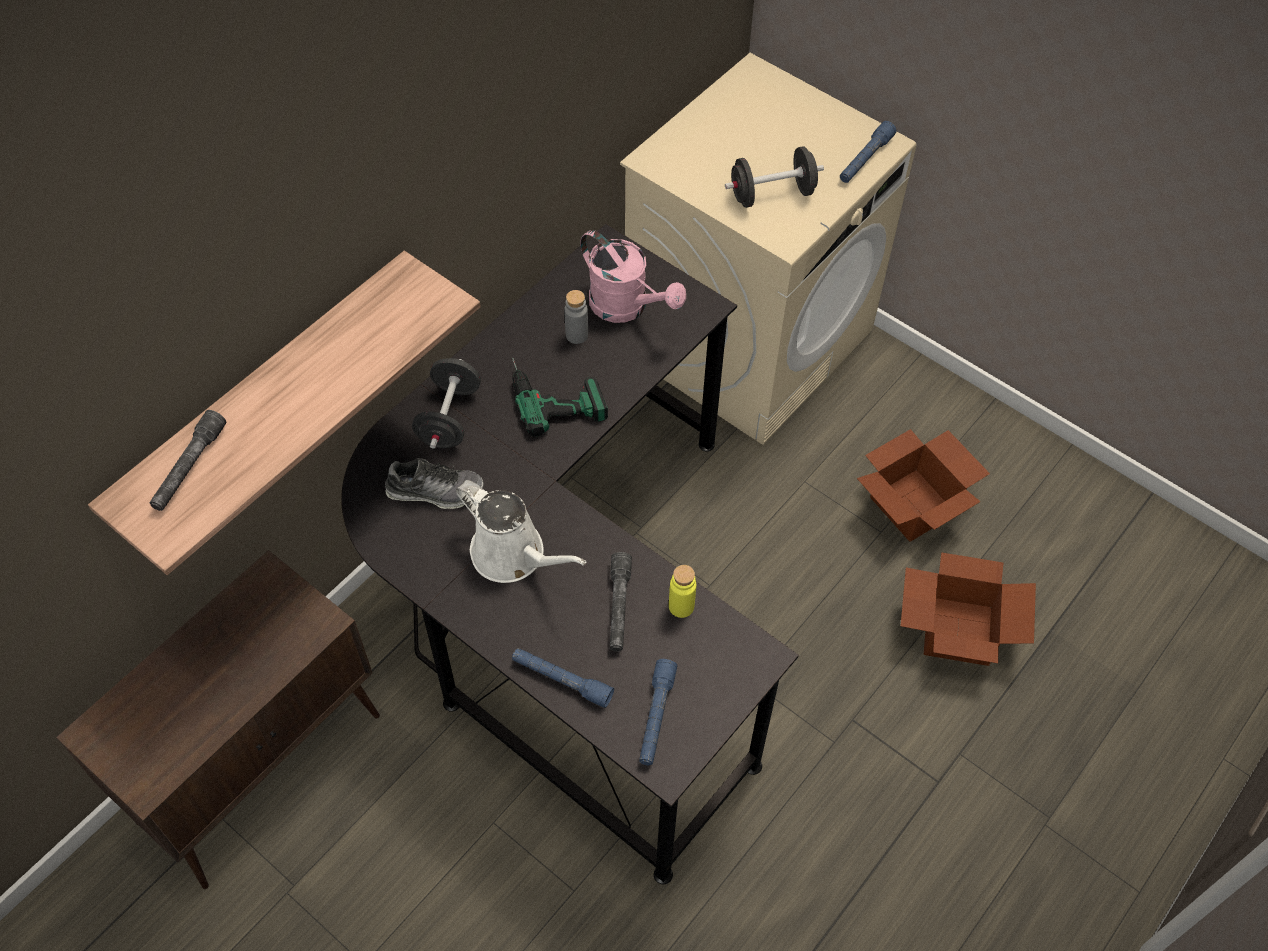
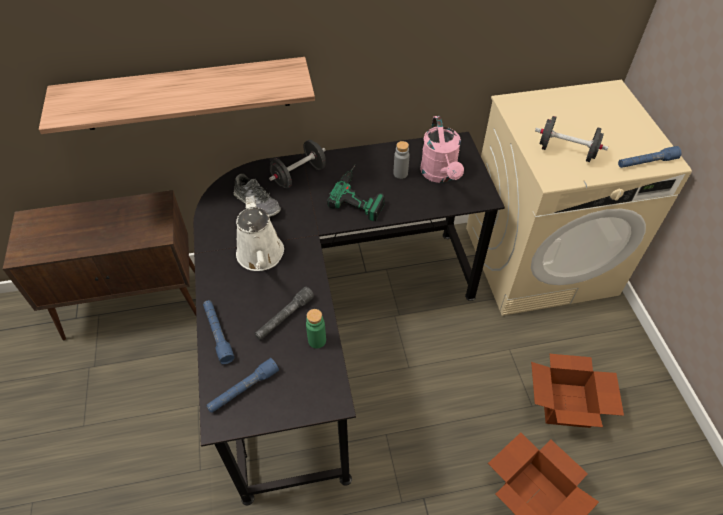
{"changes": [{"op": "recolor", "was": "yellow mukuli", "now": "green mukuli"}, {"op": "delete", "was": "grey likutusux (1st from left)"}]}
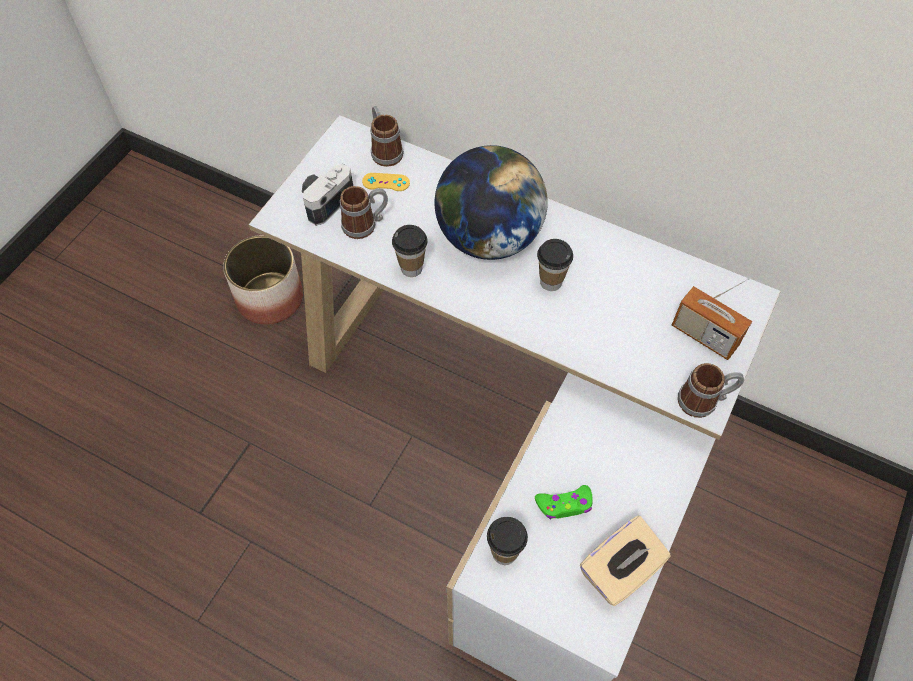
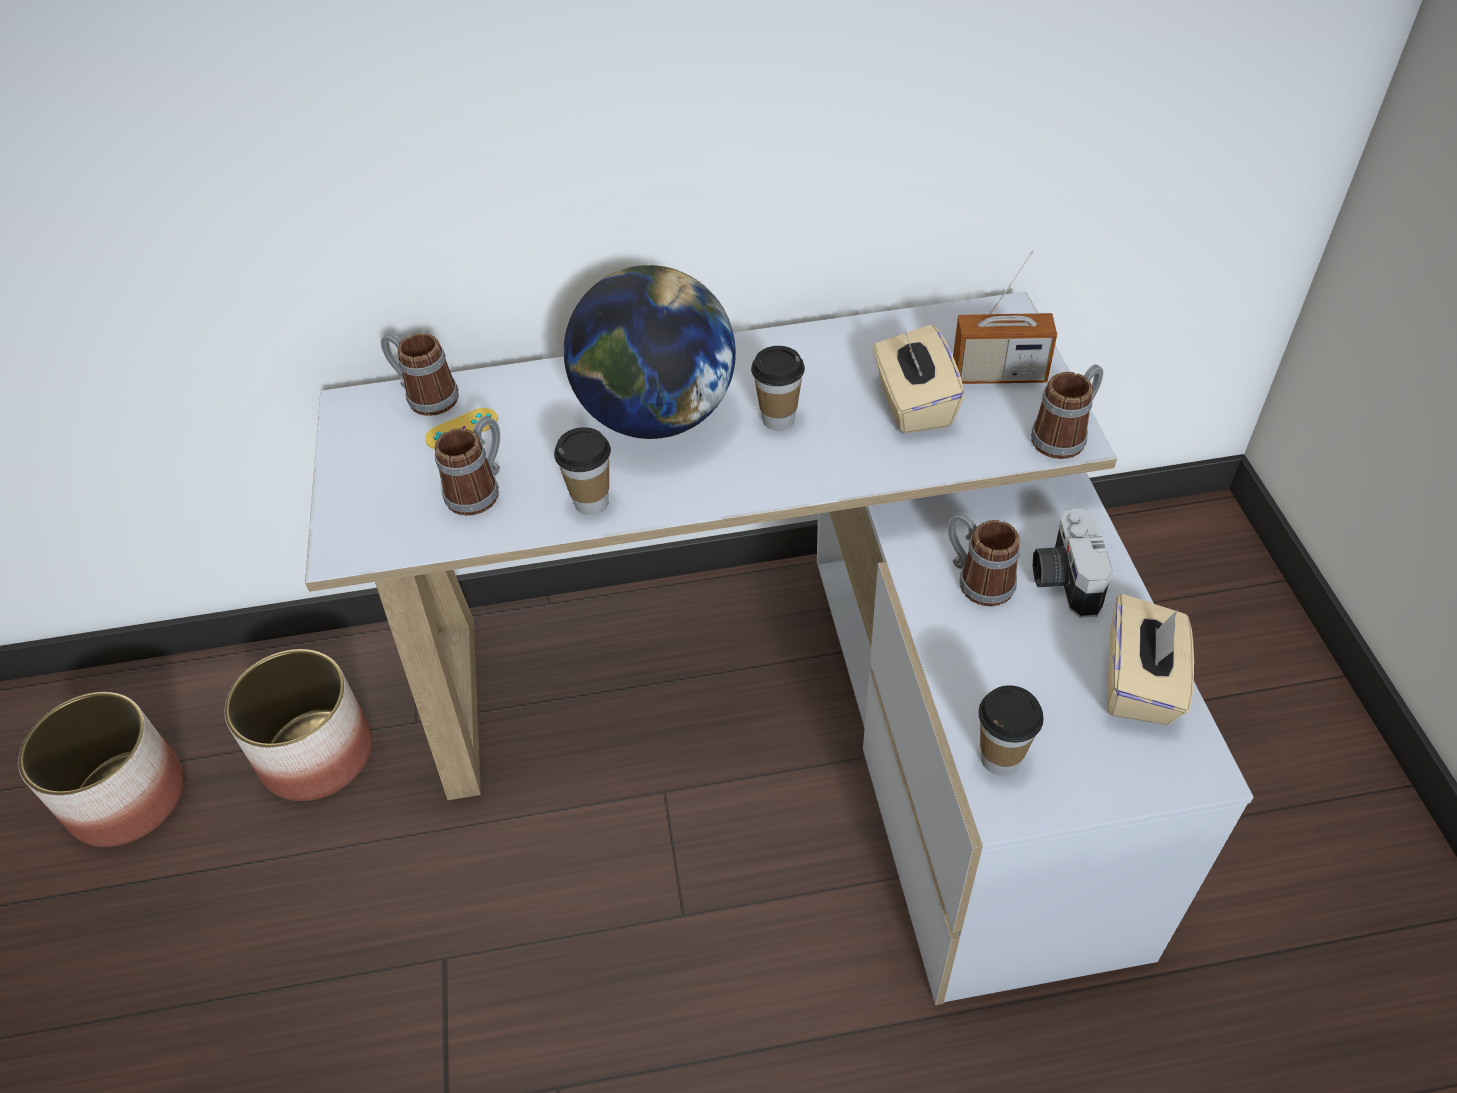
{"changes": [{"op": "insert", "now": "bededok (1st from left)"}, {"op": "insert", "now": "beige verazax (1st from left)"}, {"op": "insert", "now": "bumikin (3rd from left)"}, {"op": "move", "was": "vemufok"}, {"op": "delete", "was": "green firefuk"}]}
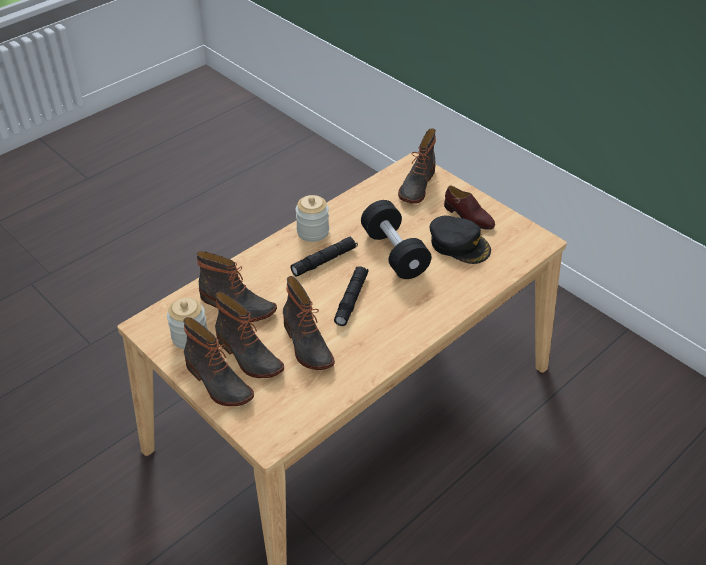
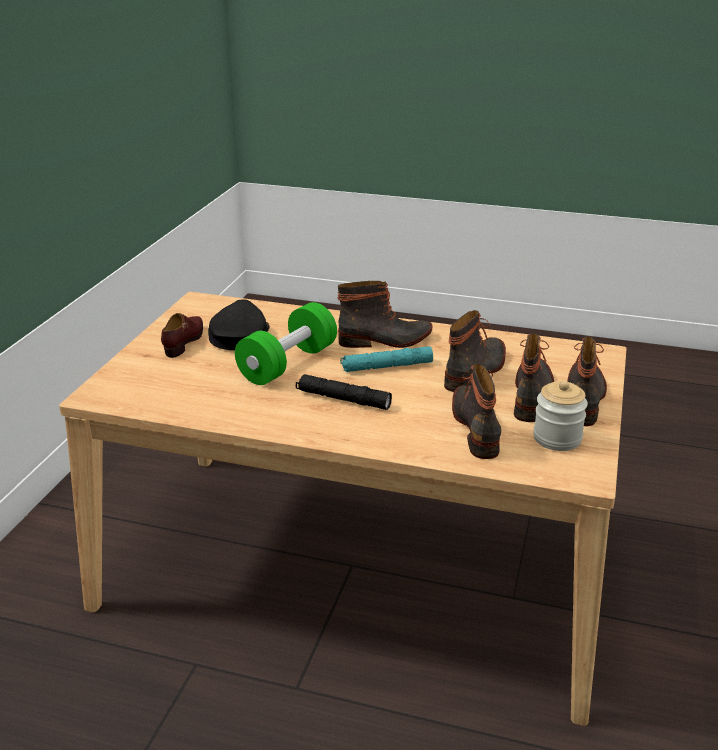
{"changes": [{"op": "recolor", "was": "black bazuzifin", "now": "green bazuzifin"}, {"op": "move", "was": "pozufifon (5th from left in the first image)", "now": "pozufifon (1st from left)"}, {"op": "recolor", "was": "black likutusux (2nd from left)", "now": "turquoise likutusux"}, {"op": "delete", "was": "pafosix (2nd from left)"}]}
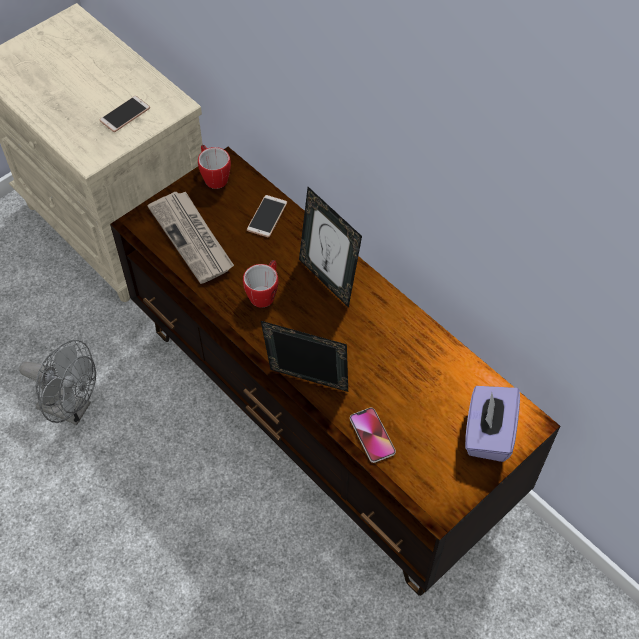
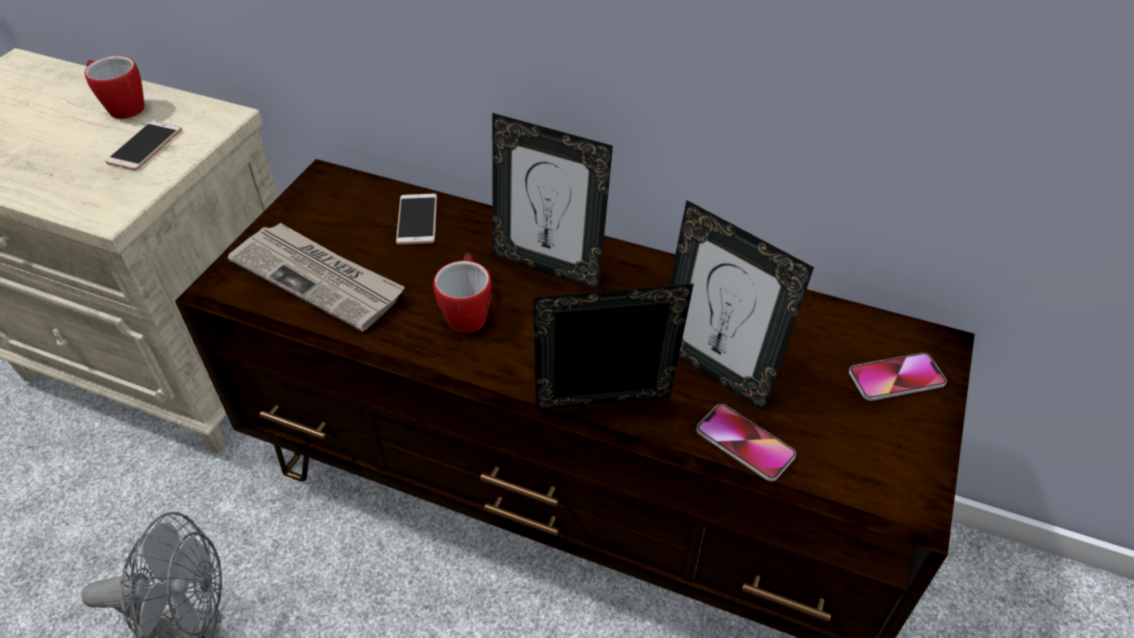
{"changes": [{"op": "move", "was": "bumikin (1st from left)"}, {"op": "insert", "now": "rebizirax (3rd from left)"}, {"op": "replace", "was": "purple verazax", "now": "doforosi (4th from left)"}]}
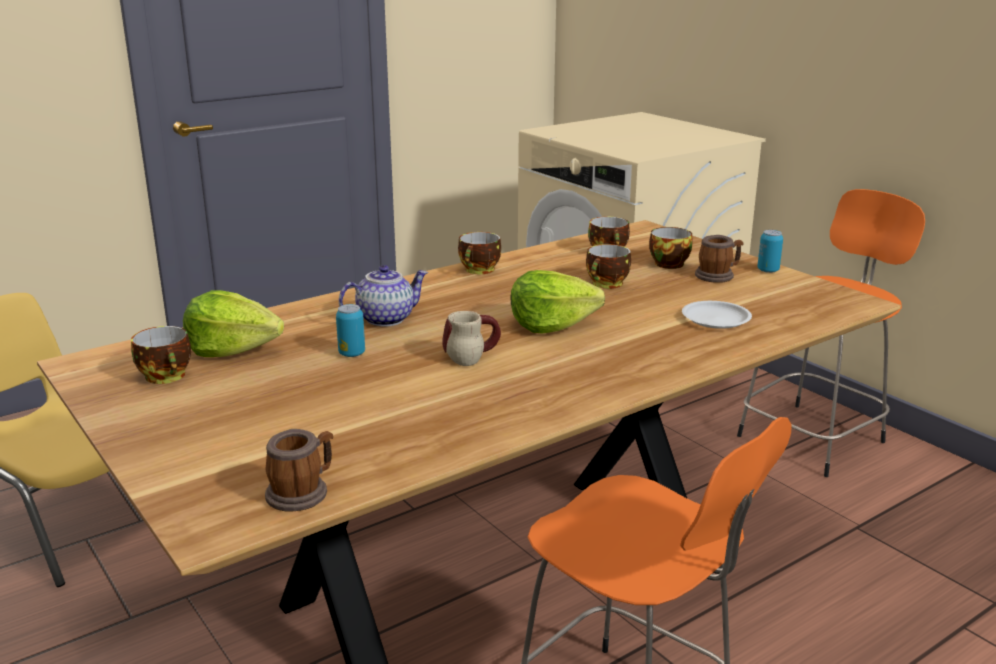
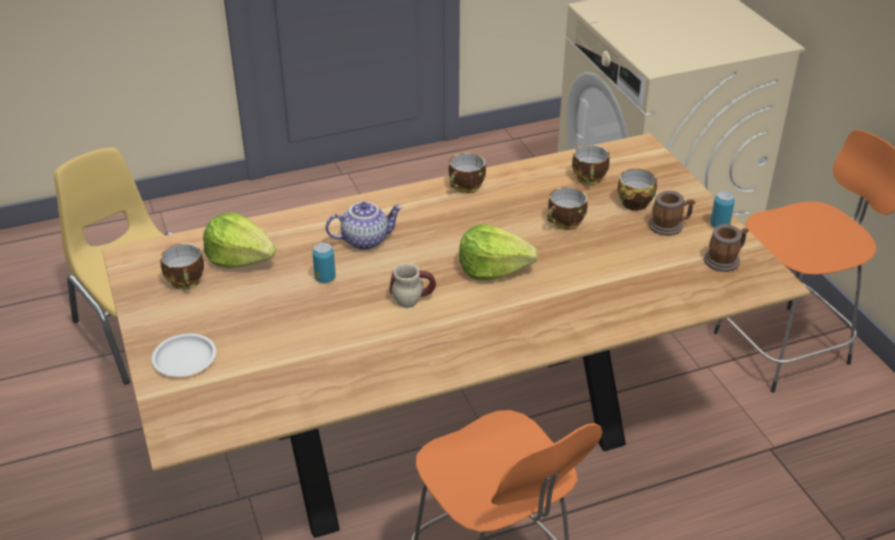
{"changes": [{"op": "move", "was": "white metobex"}, {"op": "move", "was": "bumikin (1st from left in the first image)", "now": "bumikin (3rd from left)"}]}
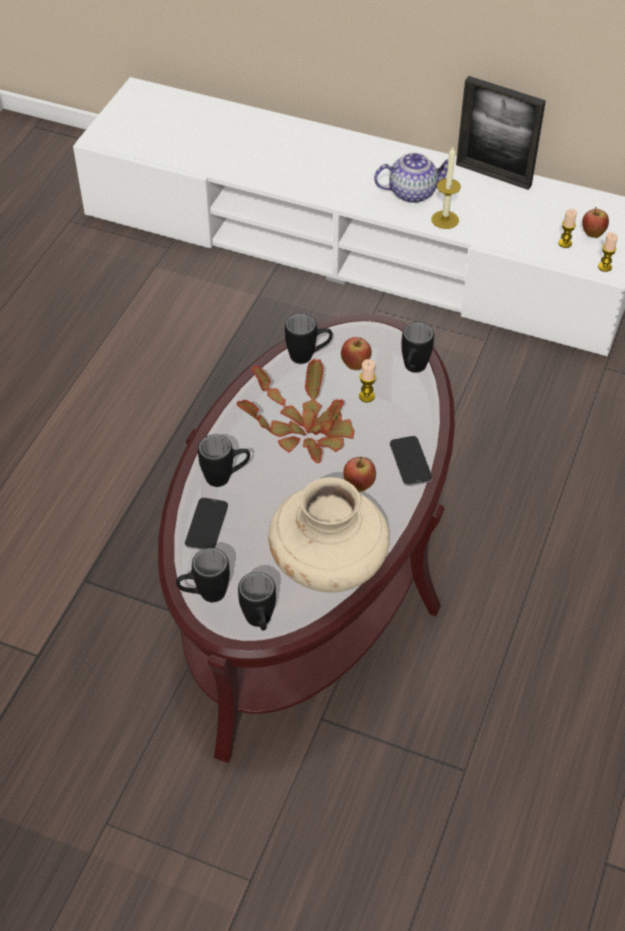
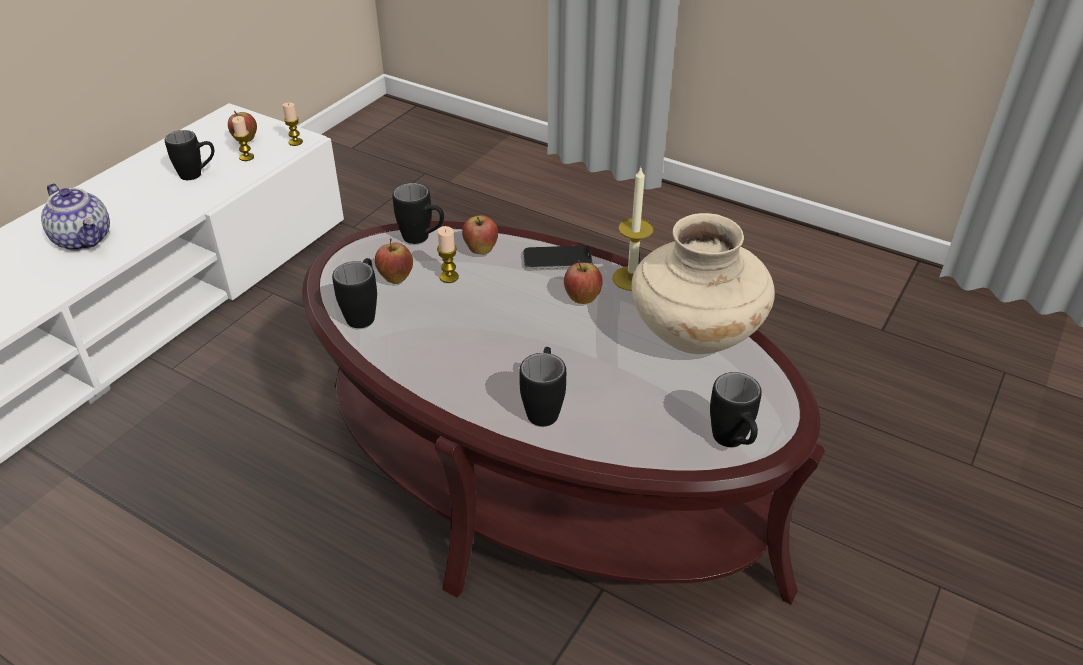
{"changes": [{"op": "rotate", "was": "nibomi", "clockwise": 135}, {"op": "move", "was": "black bumikin (3rd from left in the first image)", "now": "black bumikin (1st from left)"}, {"op": "insert", "now": "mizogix (3rd from left)"}, {"op": "move", "was": "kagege (2nd from left in the first image)", "now": "kagege (4th from left)"}, {"op": "delete", "was": "doforosi (1st from left)"}, {"op": "delete", "was": "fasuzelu"}, {"op": "delete", "was": "rebizirax"}]}
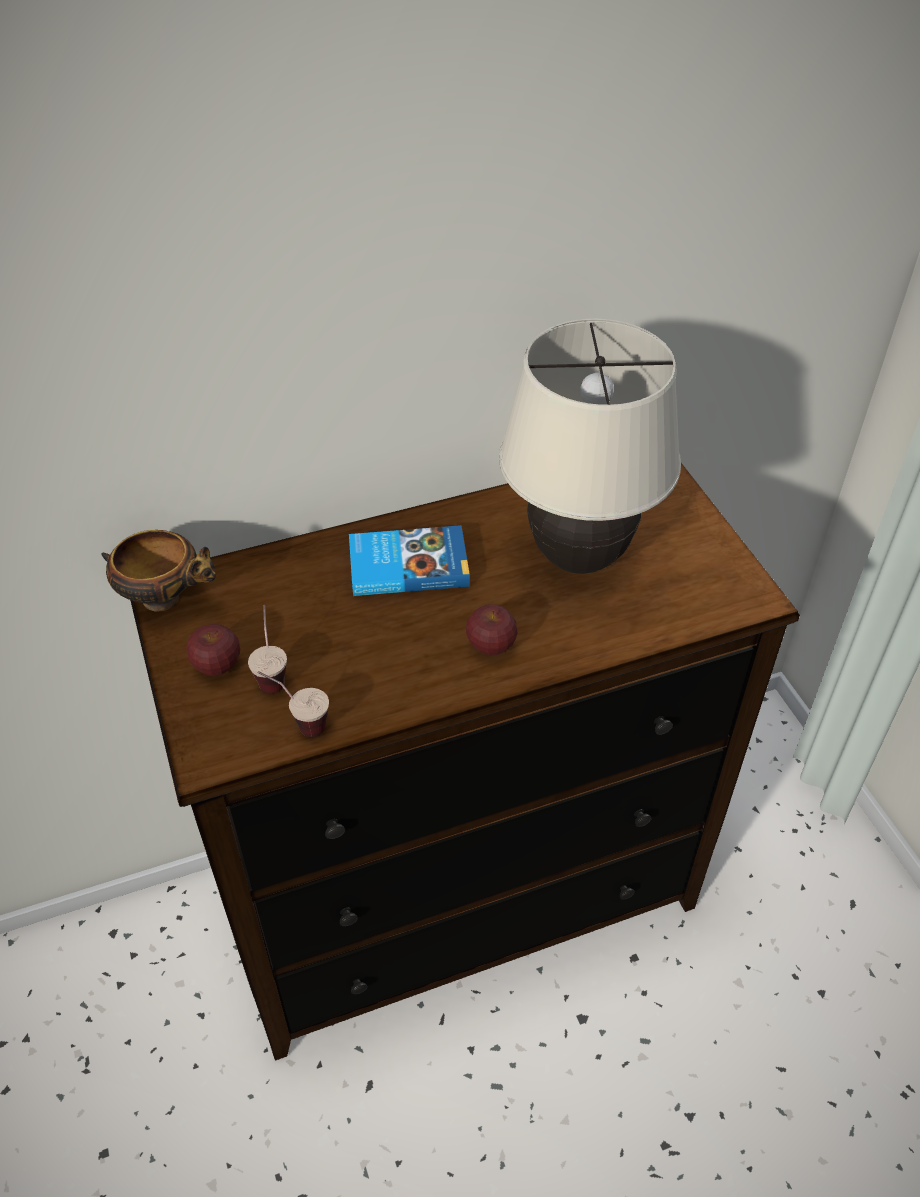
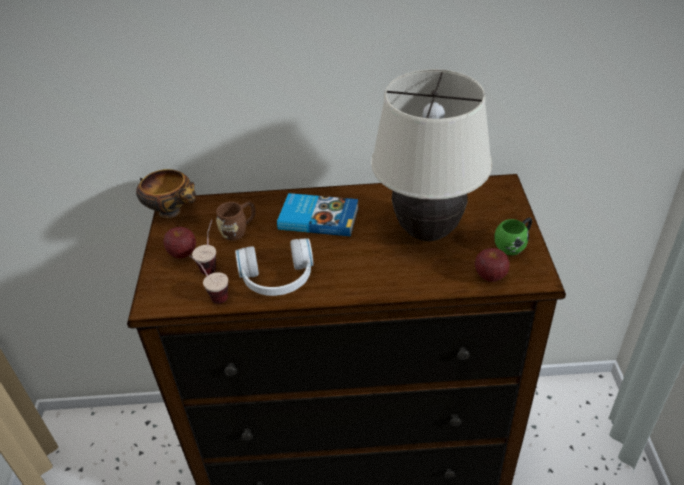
{"changes": [{"op": "insert", "now": "brown bumikin"}, {"op": "insert", "now": "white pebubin"}, {"op": "move", "was": "mizogix (2nd from left)"}, {"op": "insert", "now": "green bumikin"}]}
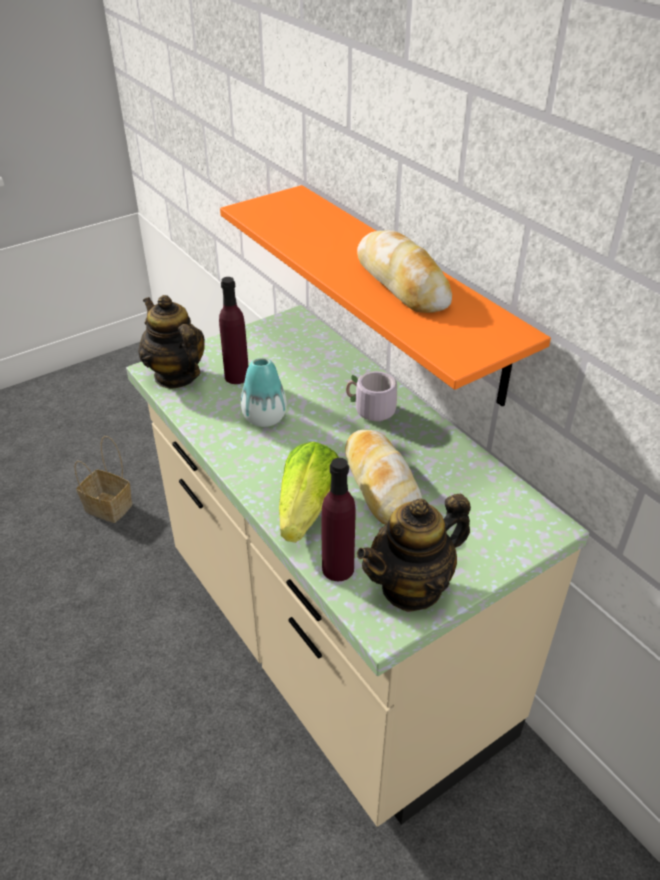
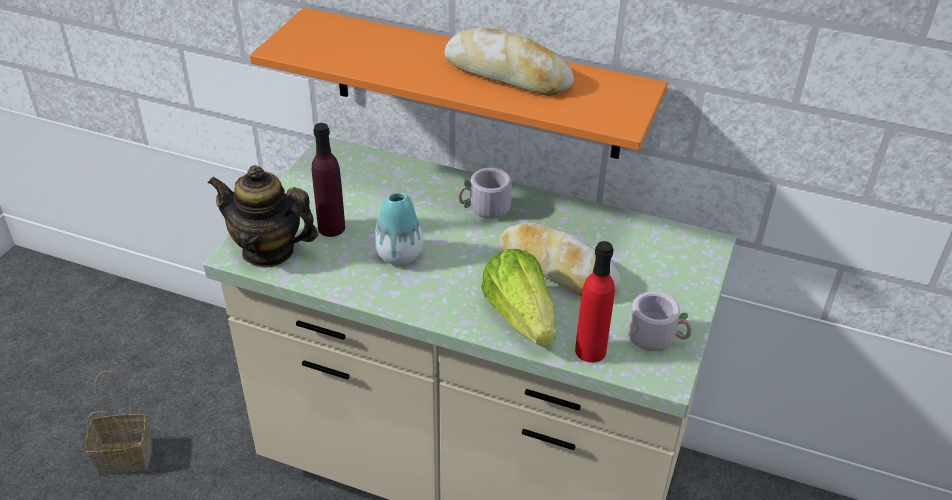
{"changes": [{"op": "recolor", "was": "purple mukuli (2nd from left)", "now": "red mukuli"}, {"op": "replace", "was": "nibomi (2nd from left)", "now": "grey bumikin (2nd from left)"}]}
